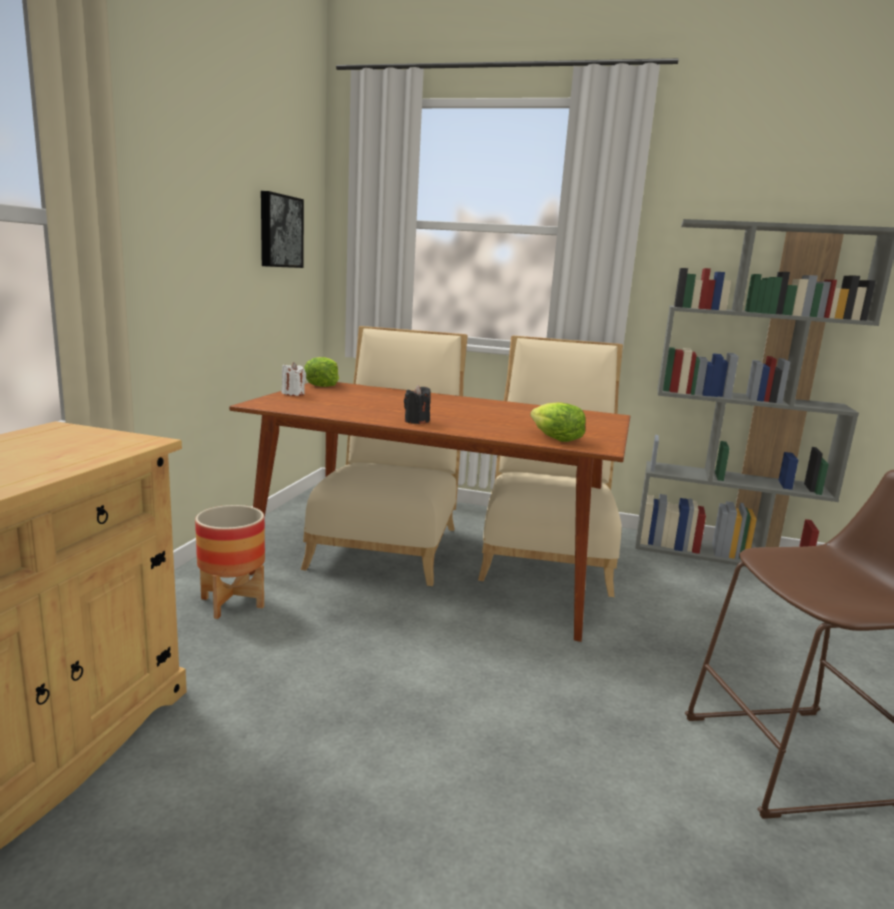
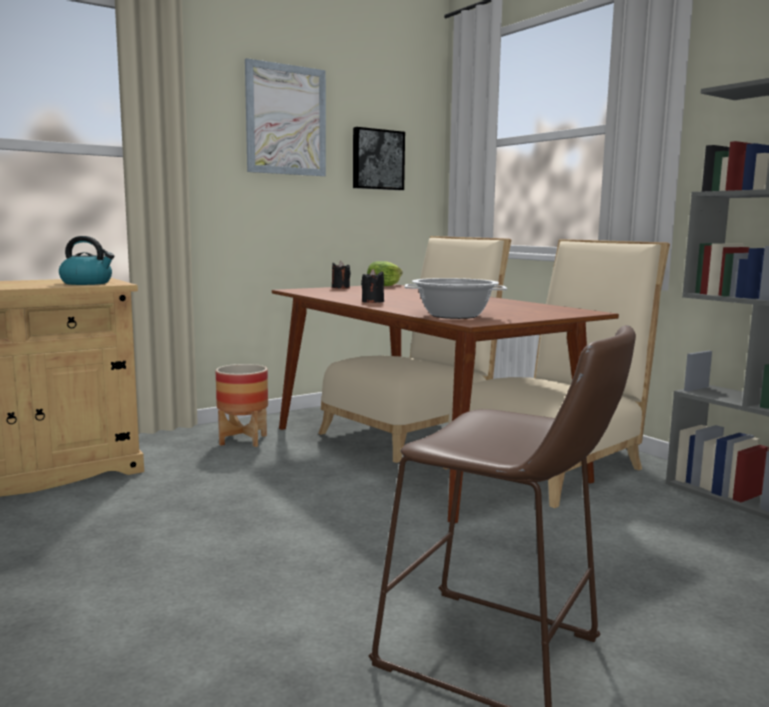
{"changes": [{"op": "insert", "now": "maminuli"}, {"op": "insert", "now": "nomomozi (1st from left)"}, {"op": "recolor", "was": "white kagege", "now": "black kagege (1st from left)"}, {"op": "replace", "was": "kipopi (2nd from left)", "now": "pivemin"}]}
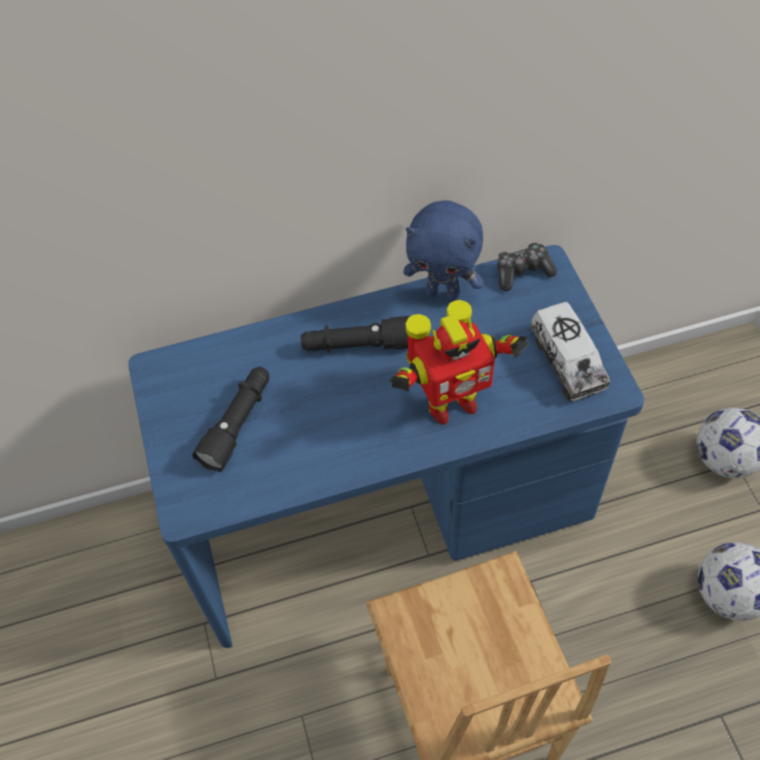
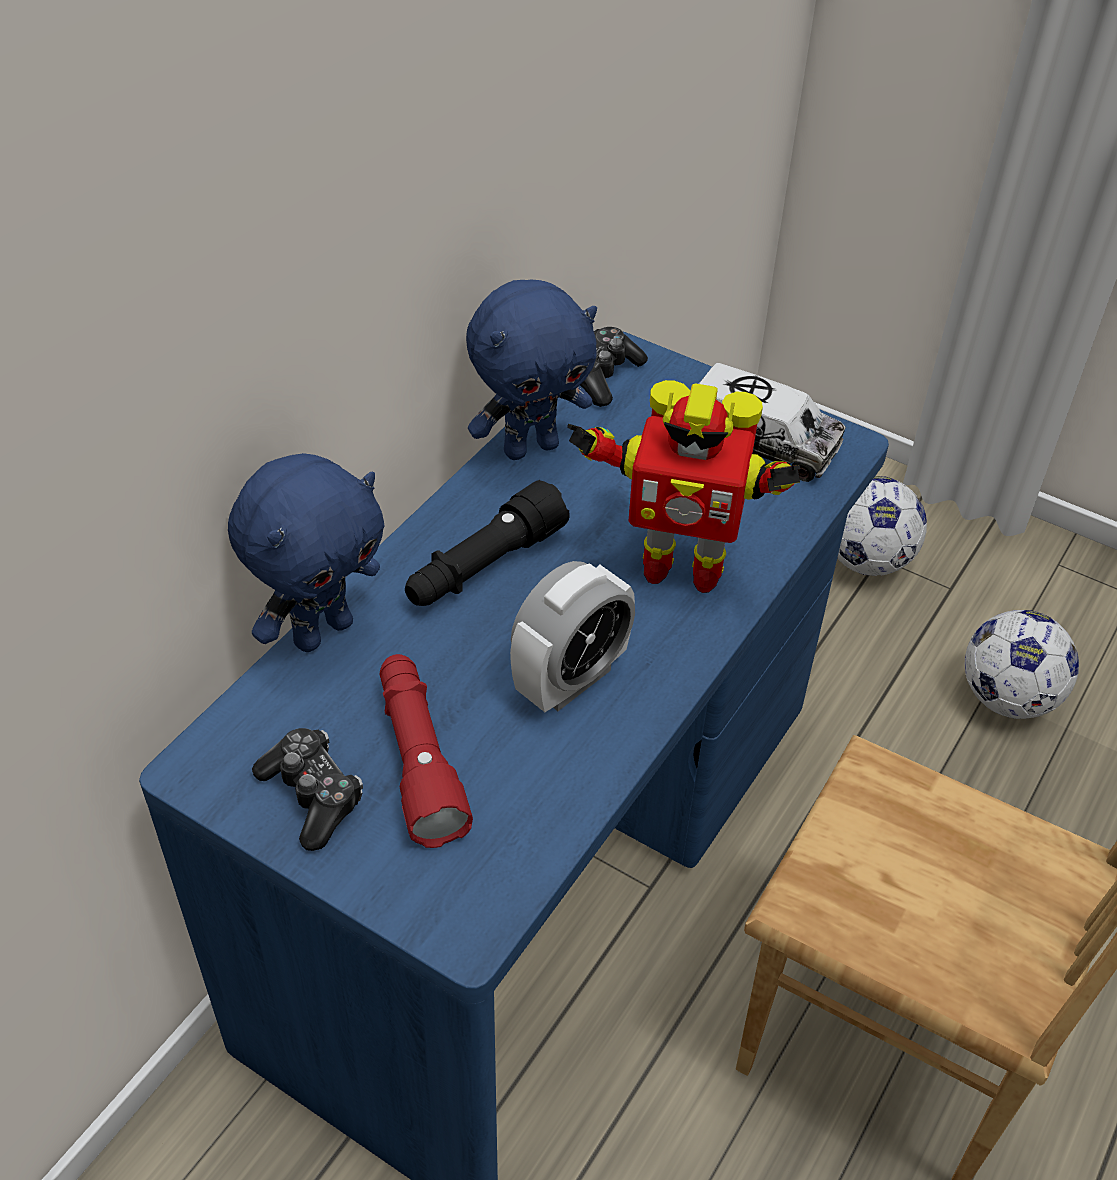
{"changes": [{"op": "insert", "now": "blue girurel (1st from left)"}, {"op": "insert", "now": "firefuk (1st from left)"}, {"op": "recolor", "was": "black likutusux (1st from left)", "now": "red likutusux"}, {"op": "insert", "now": "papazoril"}, {"op": "rotate", "was": "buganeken", "clockwise": 75}]}
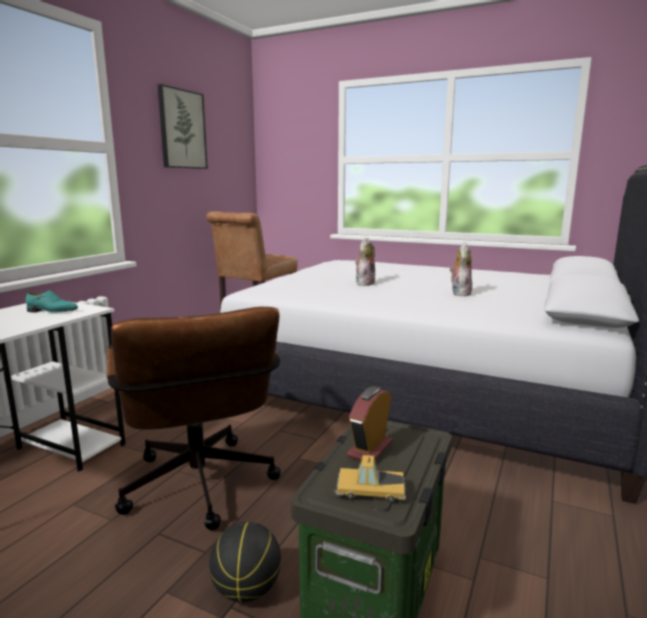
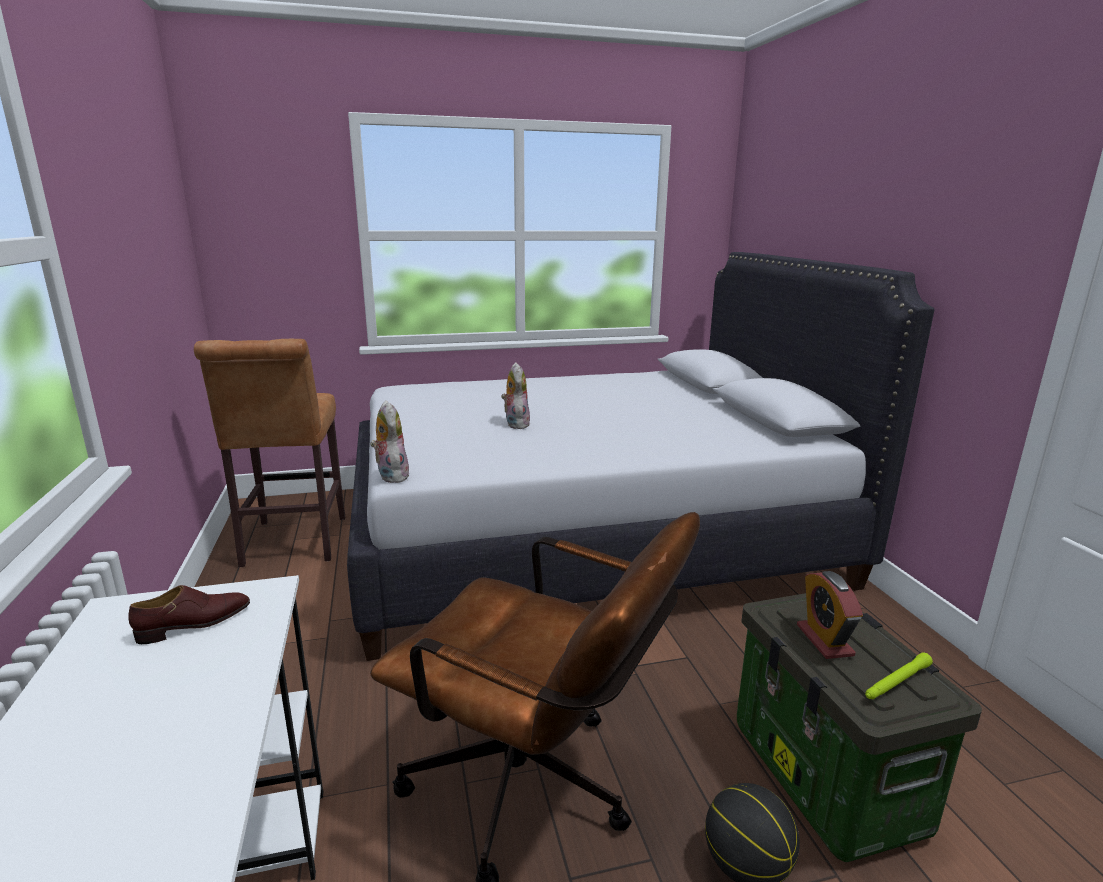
{"changes": [{"op": "recolor", "was": "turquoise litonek", "now": "brown litonek"}, {"op": "move", "was": "girurel (2nd from left in the first image)", "now": "girurel (1st from left)"}, {"op": "replace", "was": "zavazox", "now": "green likutusux"}, {"op": "delete", "was": "nomomozi"}]}
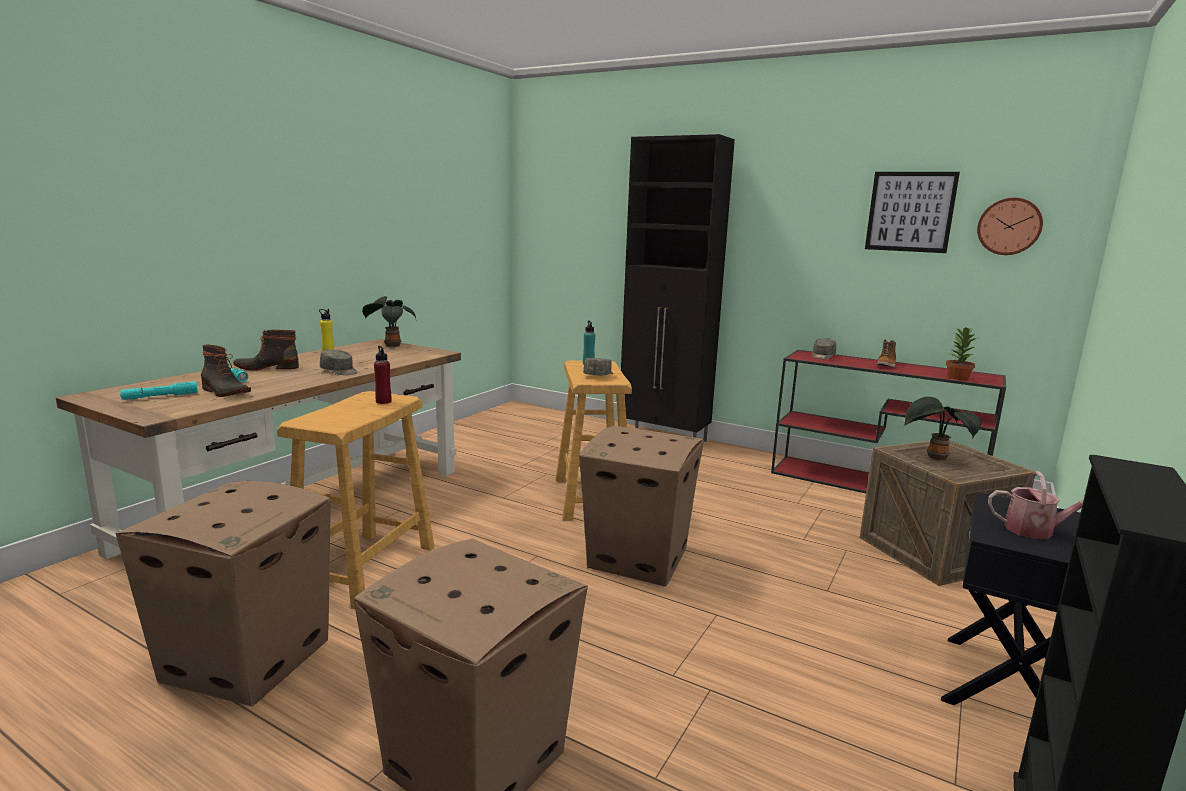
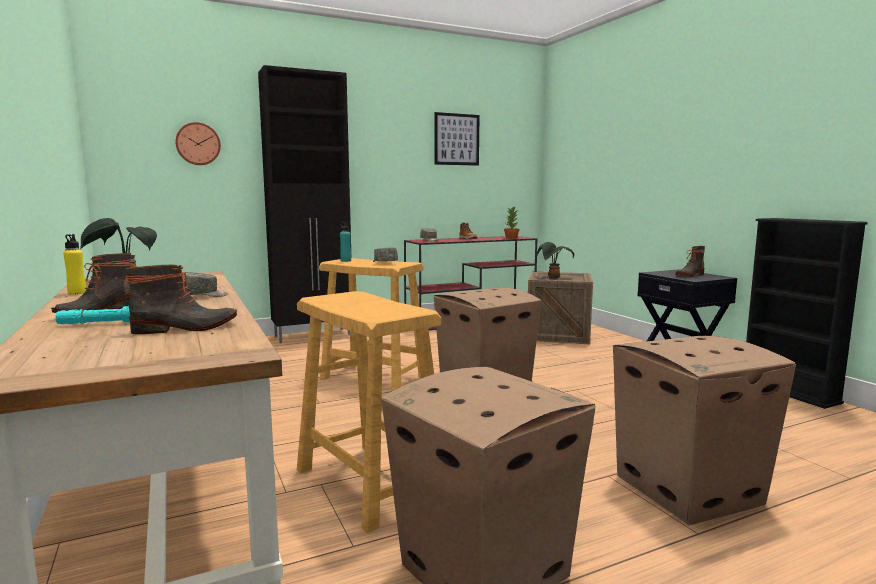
{"changes": [{"op": "move", "was": "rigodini"}, {"op": "replace", "was": "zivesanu", "now": "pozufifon (4th from left)"}, {"op": "delete", "was": "turquoise likutusux (1st from left)"}, {"op": "delete", "was": "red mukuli"}]}
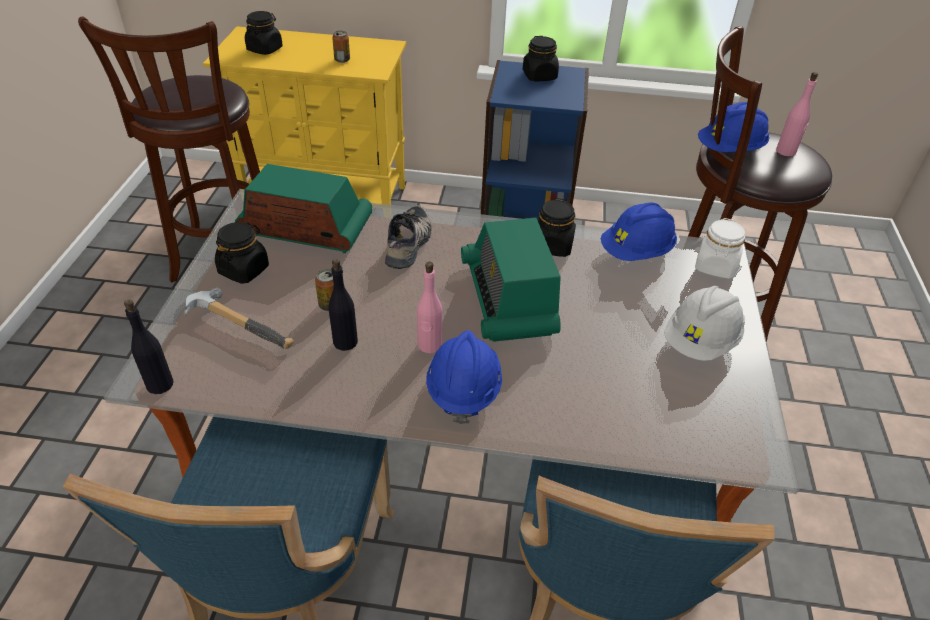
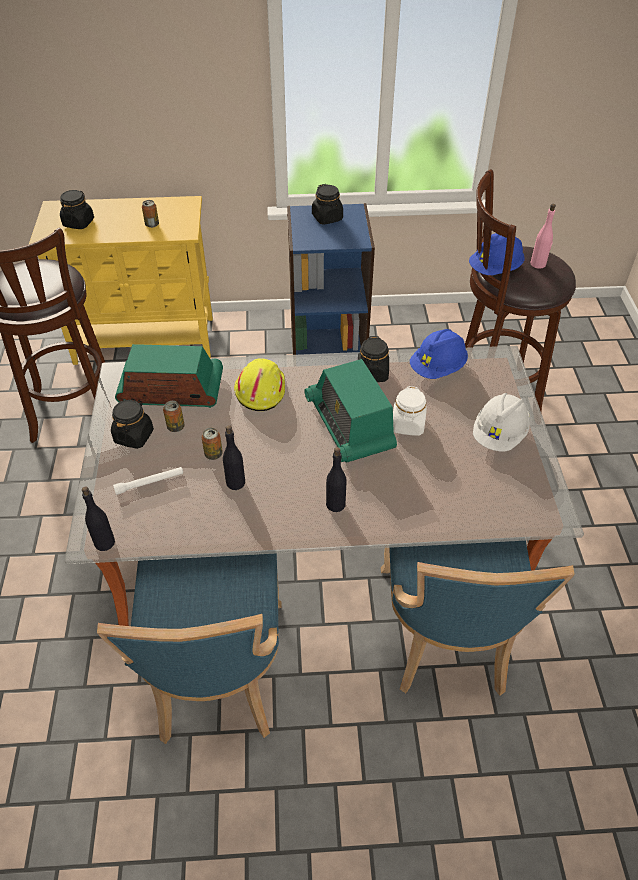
{"changes": [{"op": "replace", "was": "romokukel", "now": "white likutusux"}, {"op": "insert", "now": "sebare (2nd from left)"}, {"op": "replace", "was": "litonek", "now": "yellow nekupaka"}, {"op": "replace", "was": "blue nekupaka (1st from left)", "now": "black mukuli (3rd from left)"}, {"op": "move", "was": "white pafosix"}, {"op": "delete", "was": "pink mukuli (1st from left)"}]}
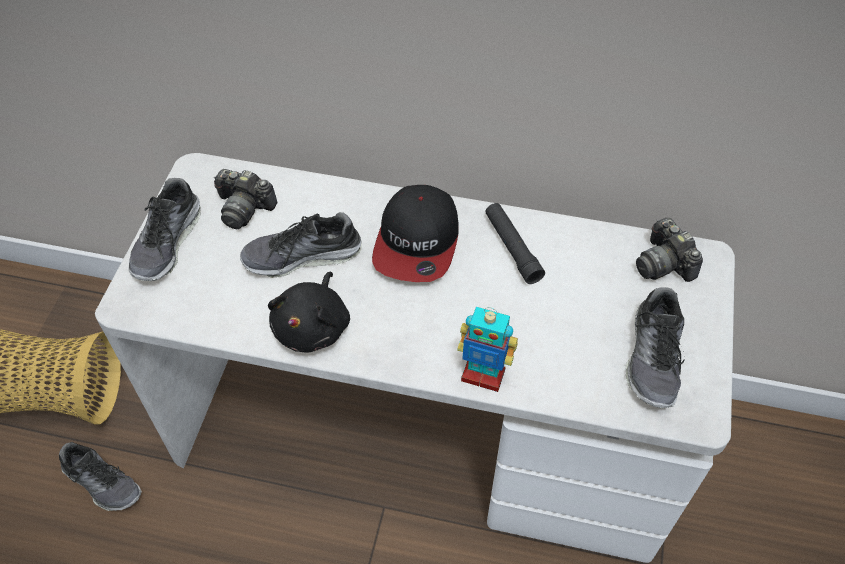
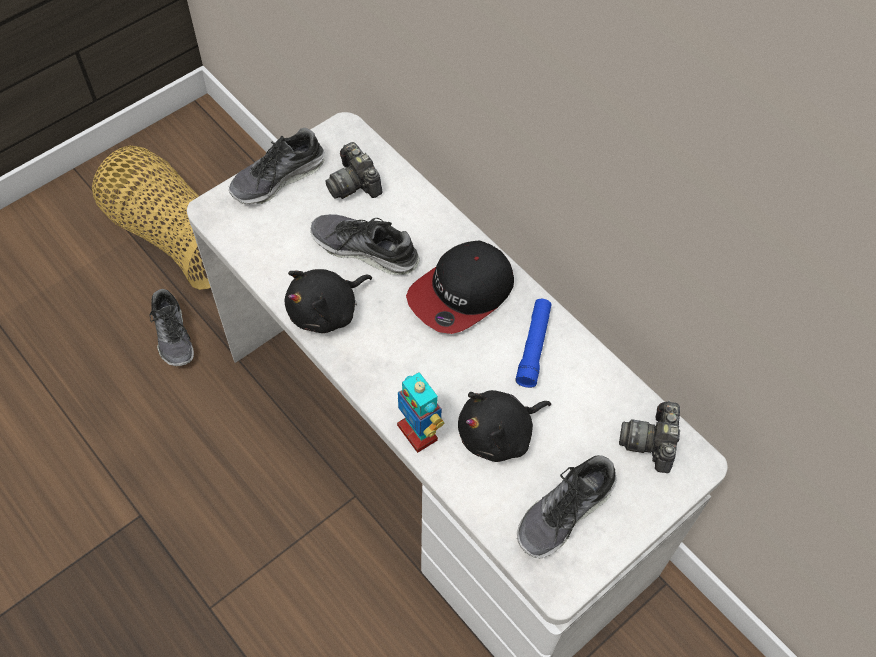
{"changes": [{"op": "insert", "now": "black girurel (2nd from left)"}, {"op": "recolor", "was": "black likutusux", "now": "blue likutusux"}]}
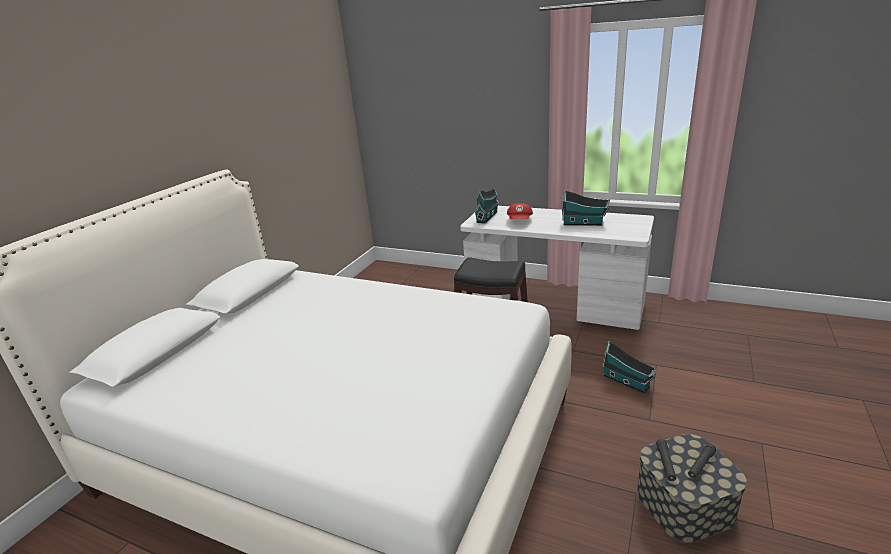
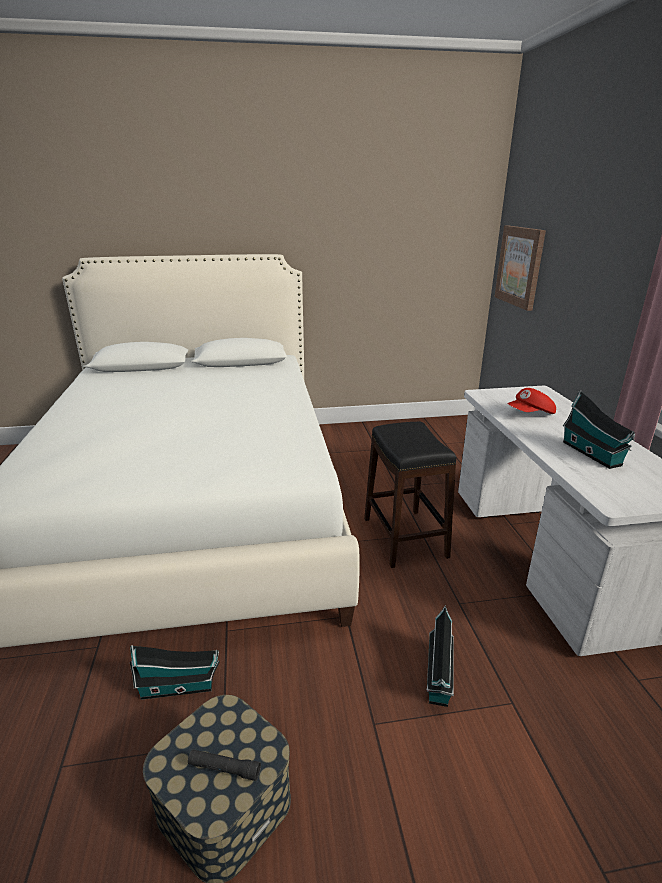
{"changes": [{"op": "move", "was": "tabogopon (1st from left)"}, {"op": "insert", "now": "nomomozi"}, {"op": "delete", "was": "black likutusux (1st from left)"}]}
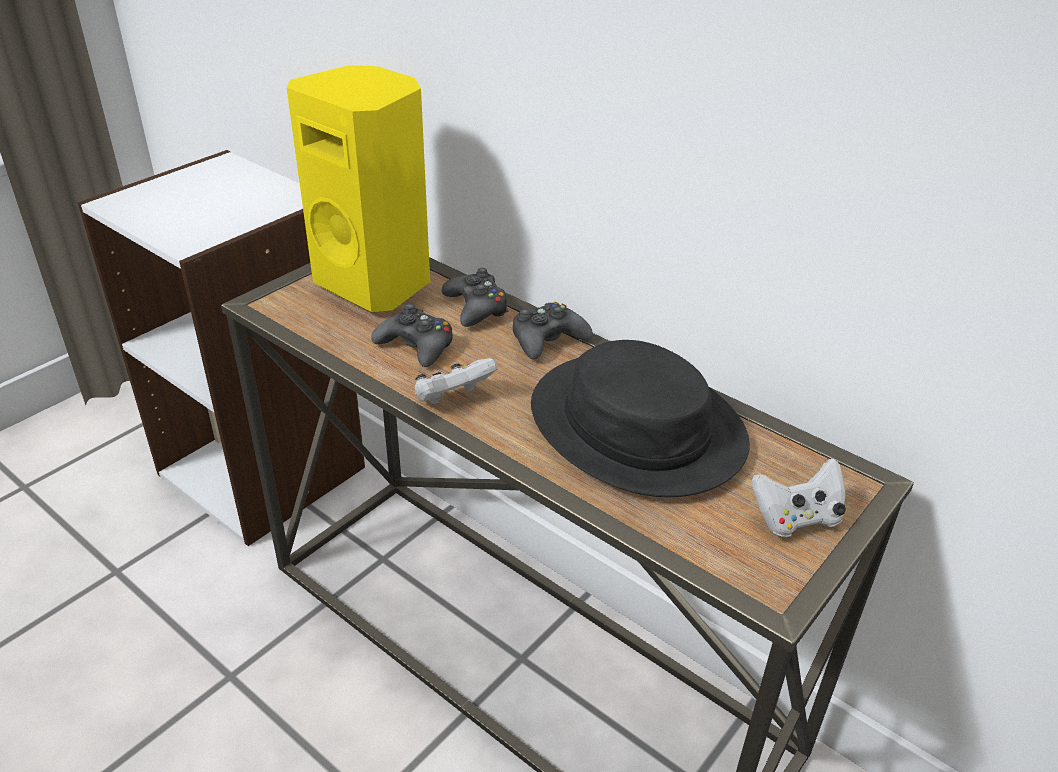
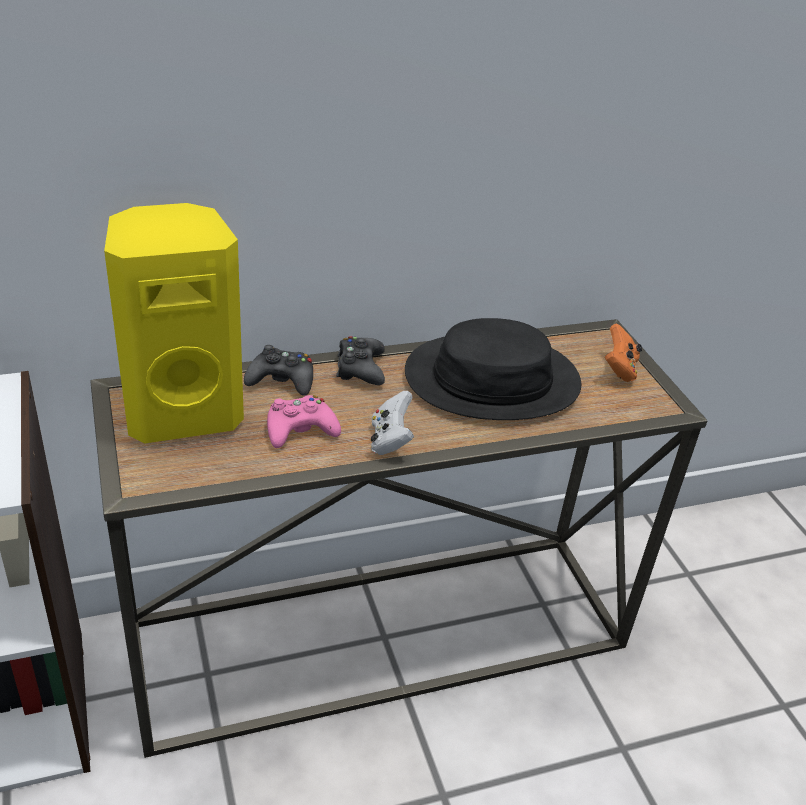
{"changes": [{"op": "recolor", "was": "black firefuk (1st from left)", "now": "pink firefuk"}, {"op": "recolor", "was": "white firefuk (2nd from left)", "now": "orange firefuk"}]}
